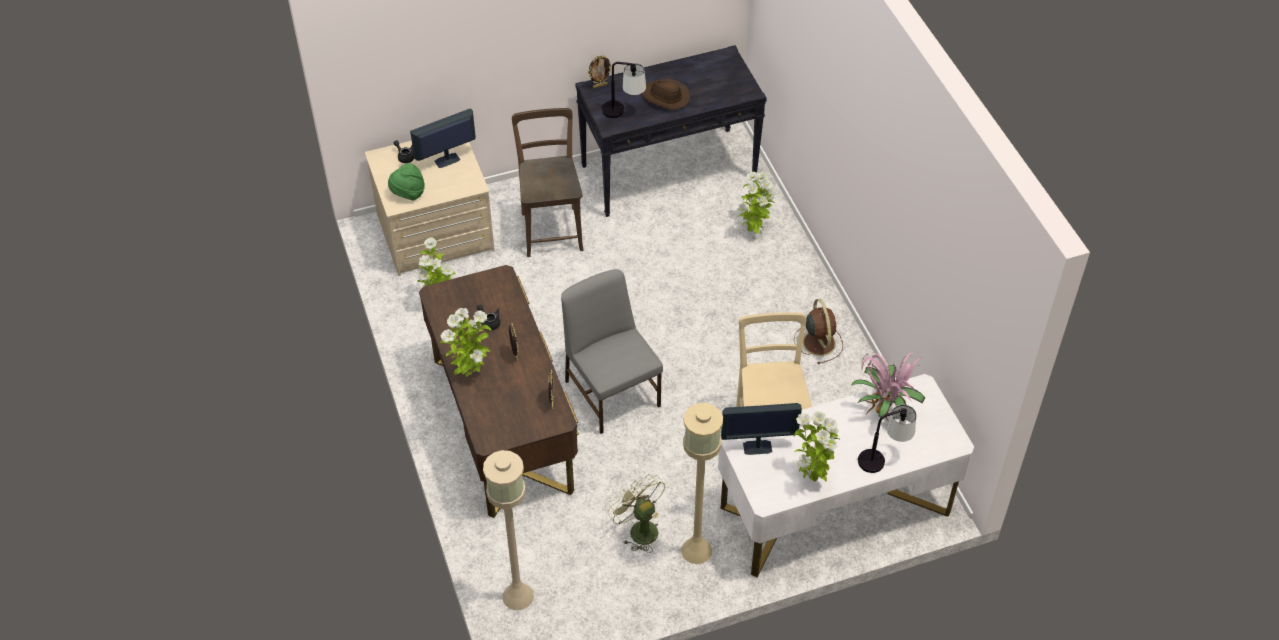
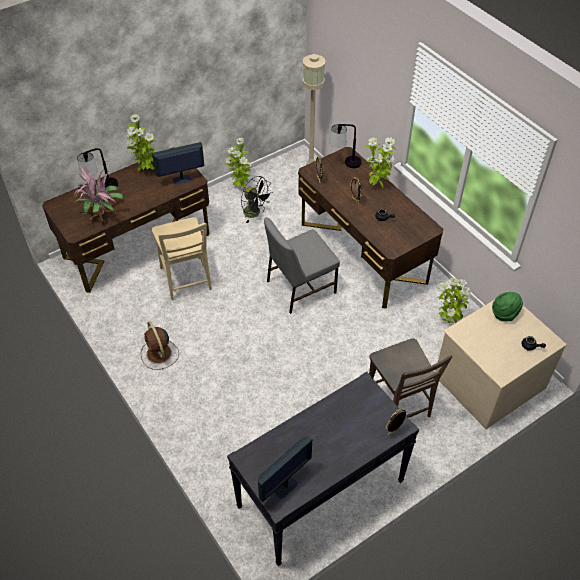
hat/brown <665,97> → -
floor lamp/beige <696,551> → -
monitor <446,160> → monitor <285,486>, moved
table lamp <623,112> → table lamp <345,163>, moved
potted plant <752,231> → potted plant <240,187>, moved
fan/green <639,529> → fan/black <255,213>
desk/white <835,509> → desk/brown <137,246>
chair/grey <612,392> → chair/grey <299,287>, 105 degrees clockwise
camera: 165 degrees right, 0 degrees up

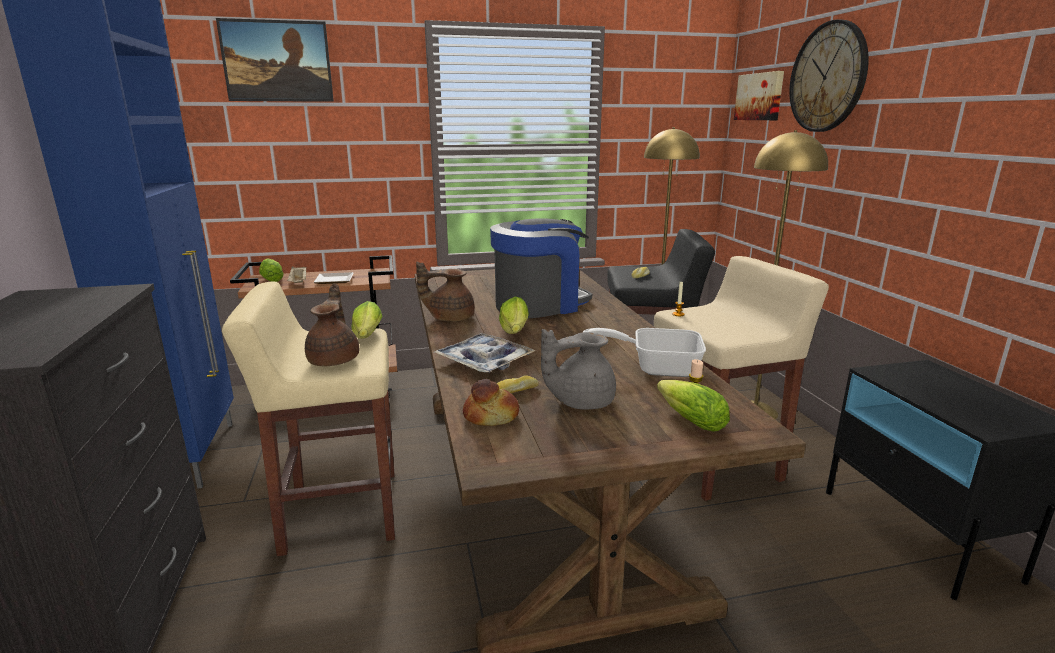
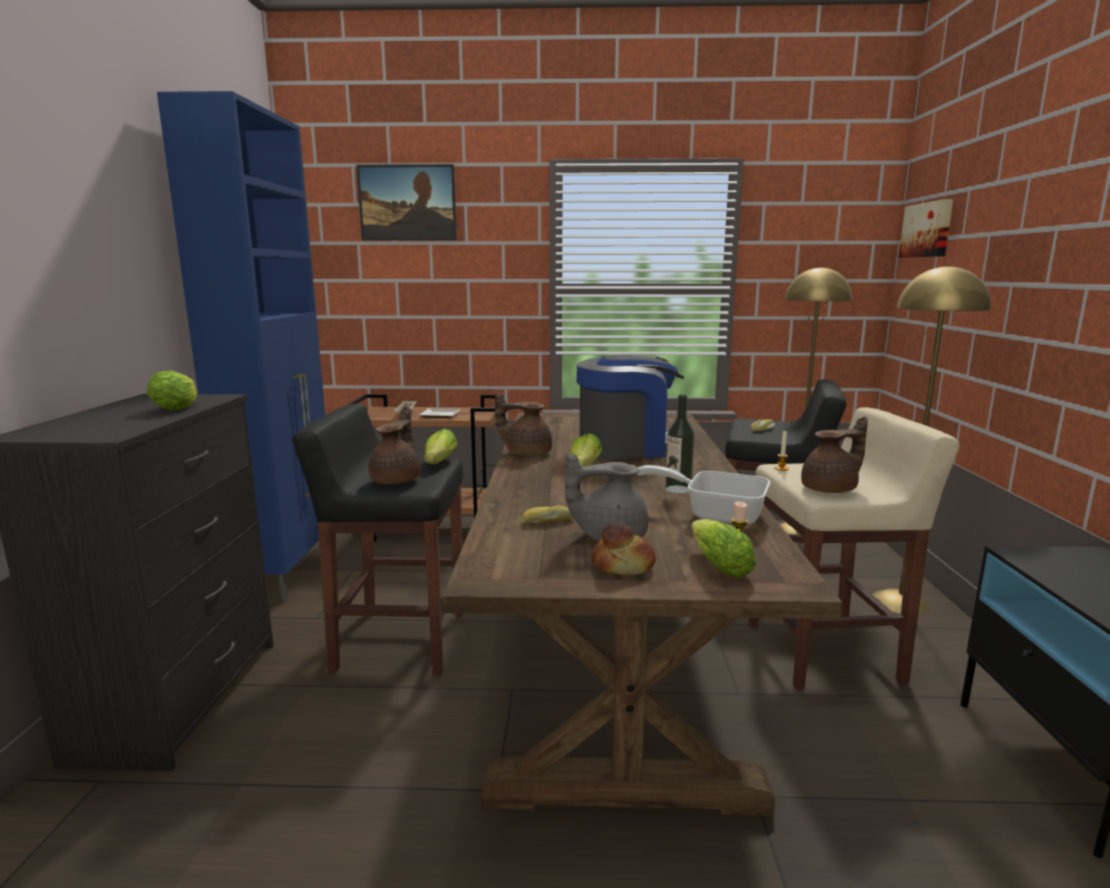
tray <484,361> → -
wall clock <828,77> → -
- → bottle <678,489>
- → teapot/brown <831,489>
lettuce <272,279> → lettuce <179,406>, moved
bread <491,417> → bread <623,566>, moved
stool/beige <339,511> → stool/black <398,640>
camera: 15 degrees right, 5 degrees down

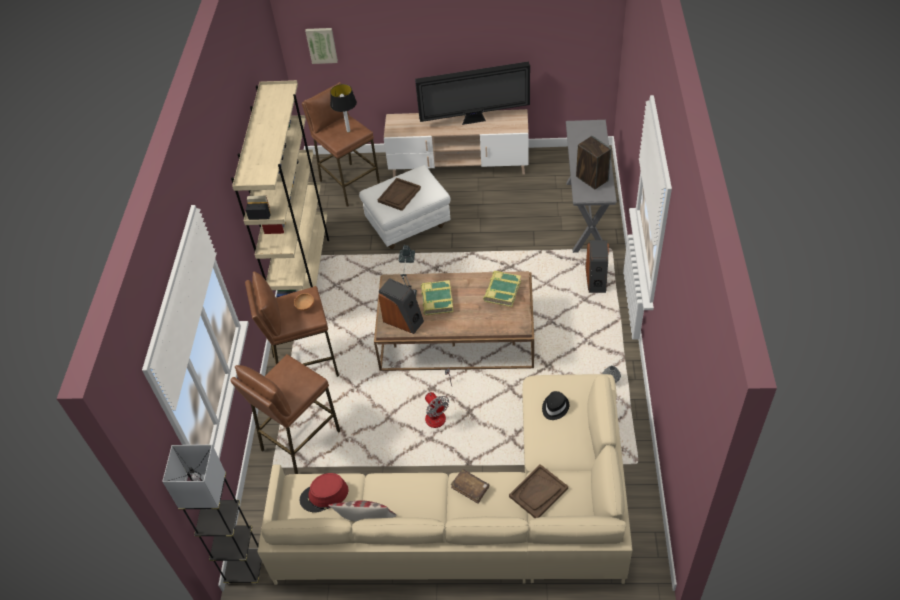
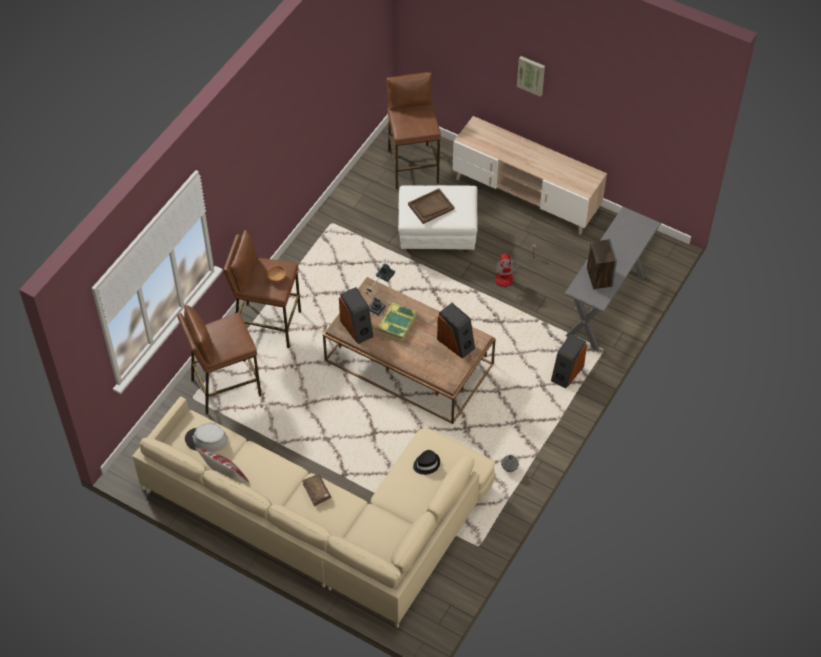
floor lamp/grey <244,568> → -
bookcase/beige <304,274> → -
table lamp <348,131> → -
television <475,120> → -
tray/brown <538,492> → -
picture <322,45> → picture <531,75>, moved
fan <438,413> → fan <509,275>, moved
book <502,291> → speaker <456,343>
hat/red <324,495> → hat/grey <206,440>
camera: 25 degrees right, 5 degrees up

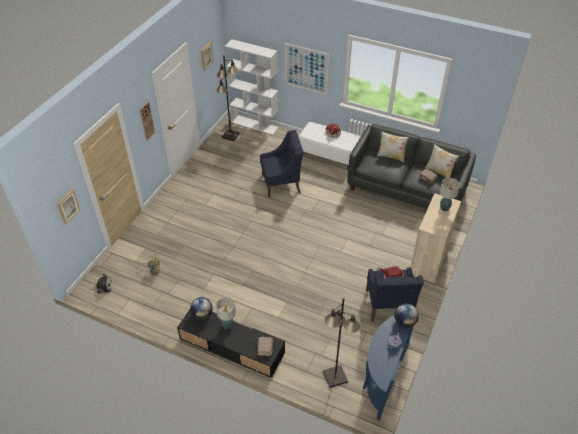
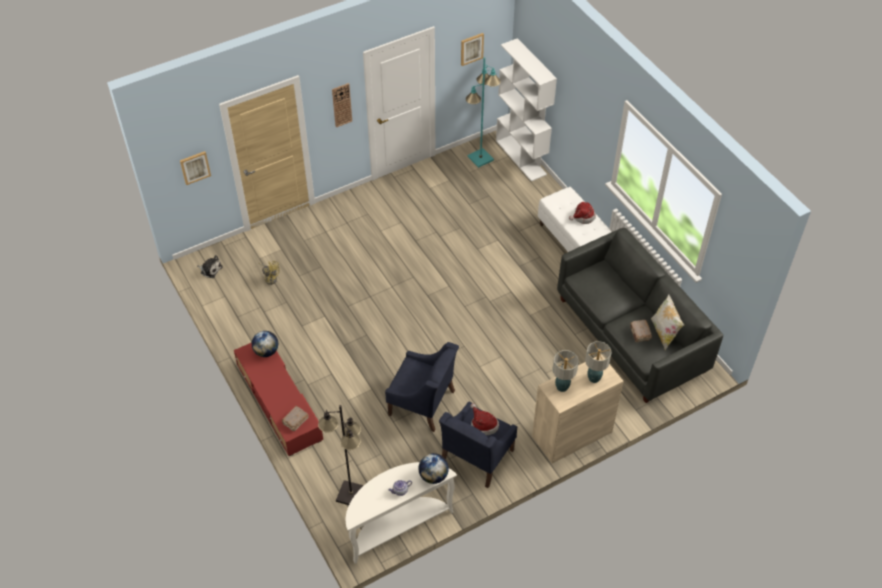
picture <306,69> → -
pillow <391,156> → -
table lamp <228,326> → table lamp <562,387>, moved
armchair/blue <281,183> → armchair/blue <422,403>, moved
tv stand/black <232,346> → tv stand/red <279,402>
floor lamp/black <230,136> → floor lamp/turquoise <480,158>
console table/blue <382,377> → console table/white <397,525>
camera: 35 degrees right, 5 degrees up

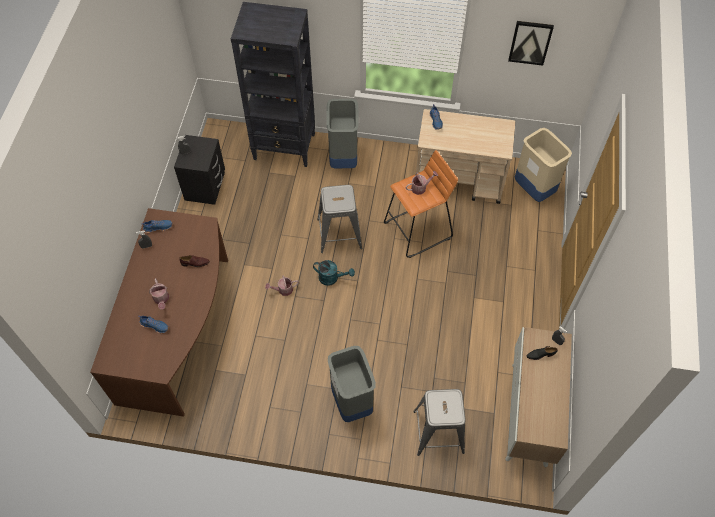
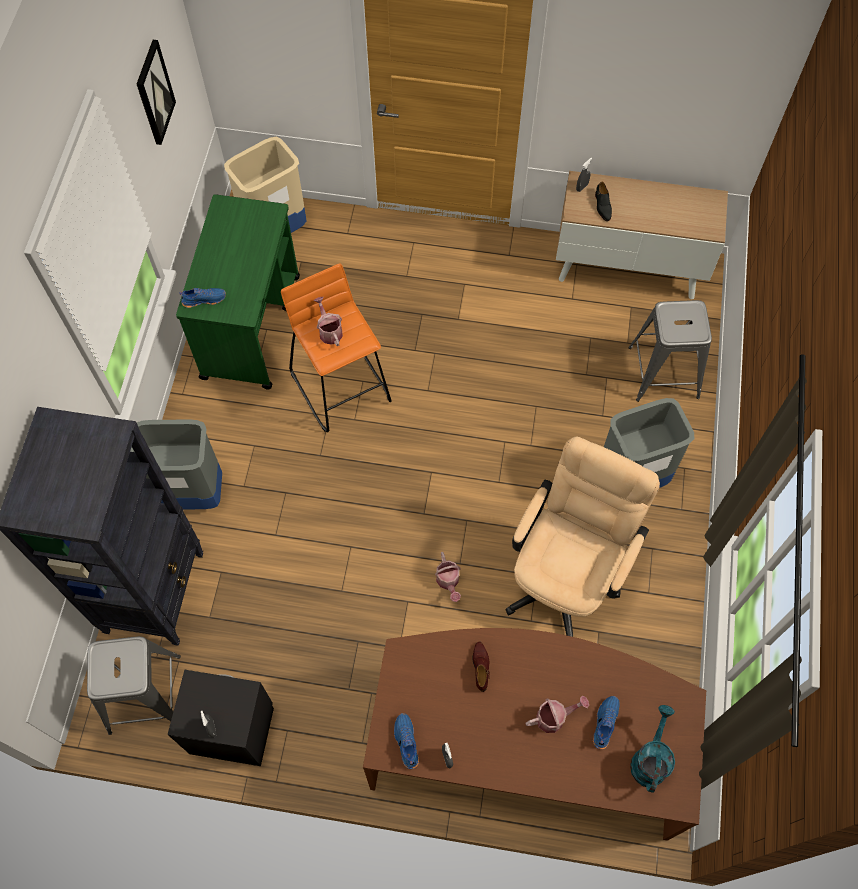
- → office chair/beige <566,575>
watering can/turquoise <332,278> → watering can/turquoise <649,759>, moved
stool/grey <339,233> → stool/grey <145,694>, moved
cart/beige <459,181> → cart/green <251,326>
camera: 90 degrees left, 5 degrees up

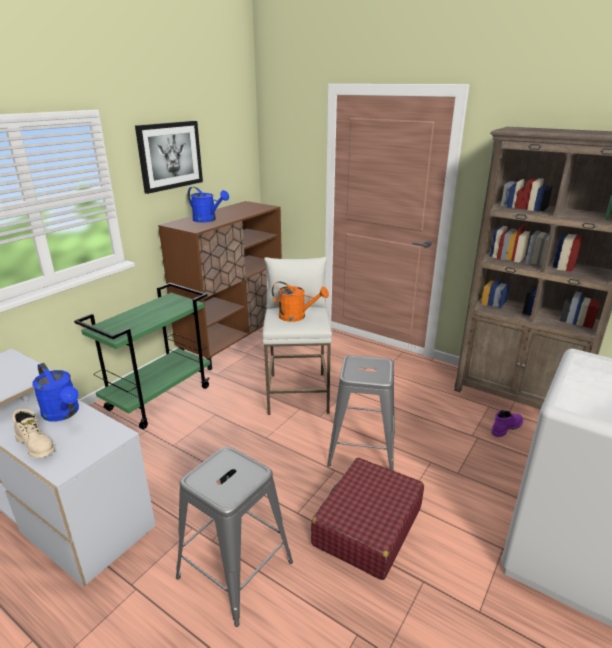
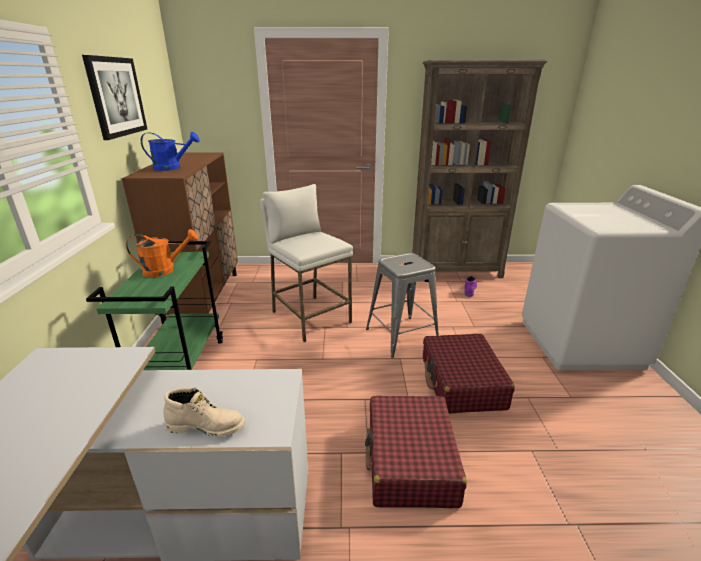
watering can/blue <63,414> → -
watering can/orange <297,317> → watering can/orange <165,270>, moved
stool/grey <235,569> → suitcase/red <410,461>
camera: 35 degrees left, 0 degrees up

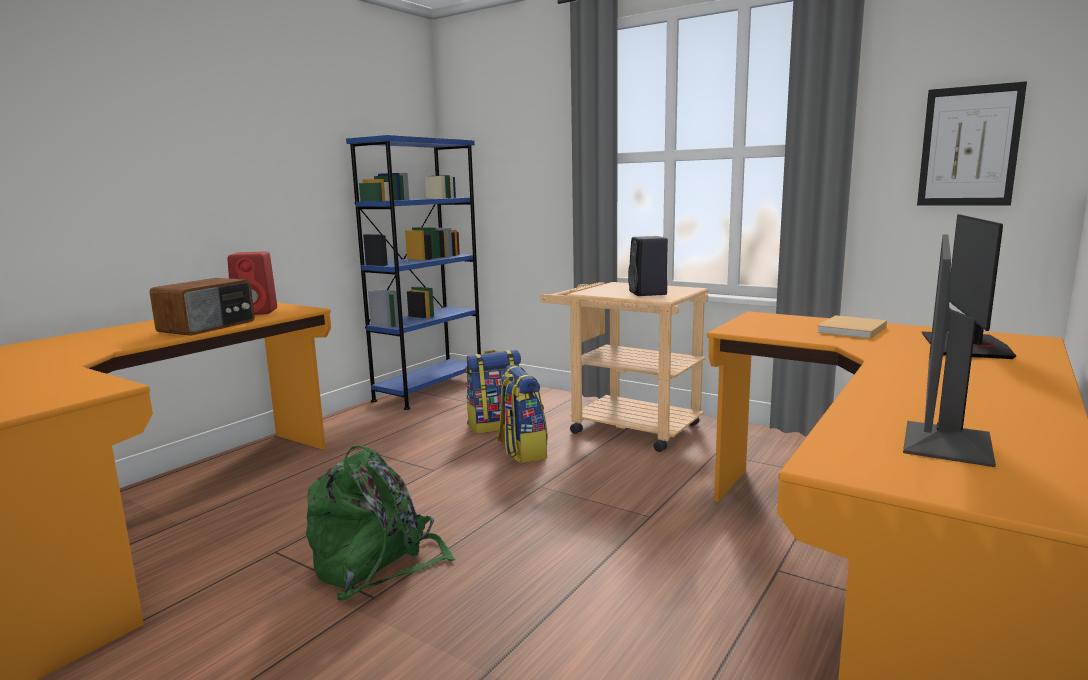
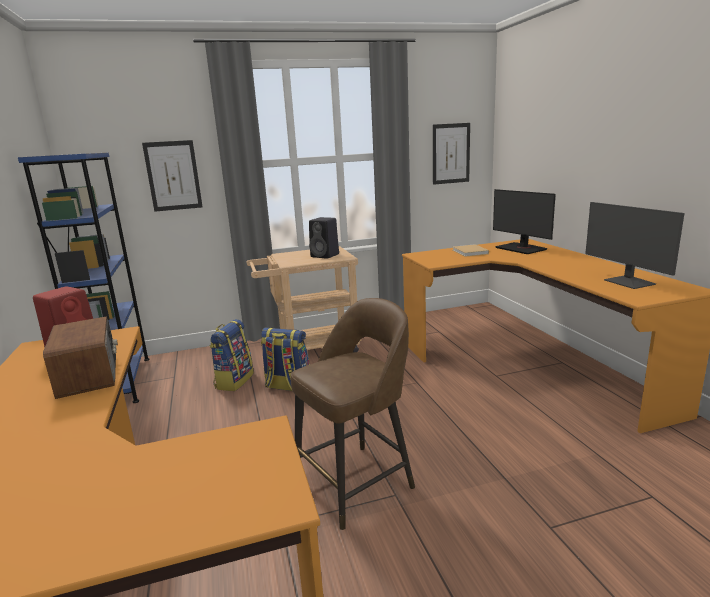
- → picture <173,176>
backpack/green <377,563> → stool/brown <357,482>
camera: 50 degrees left, 5 degrees up

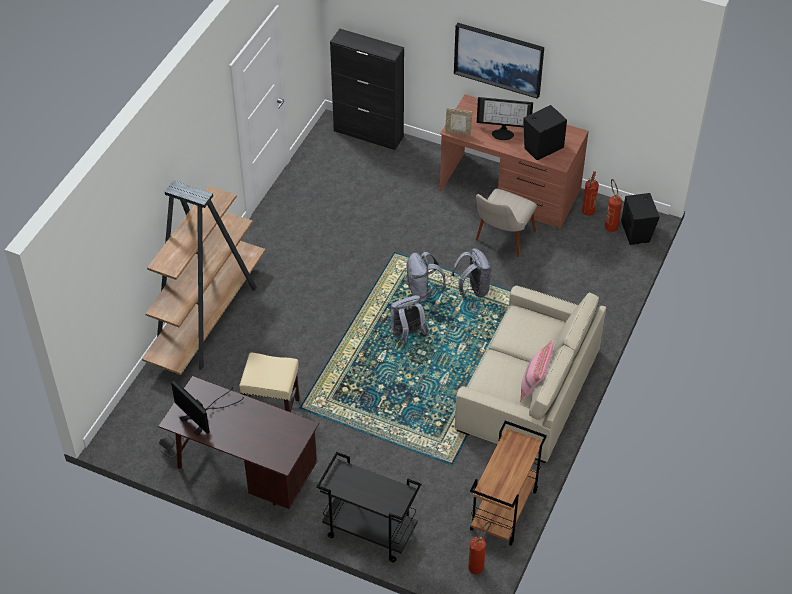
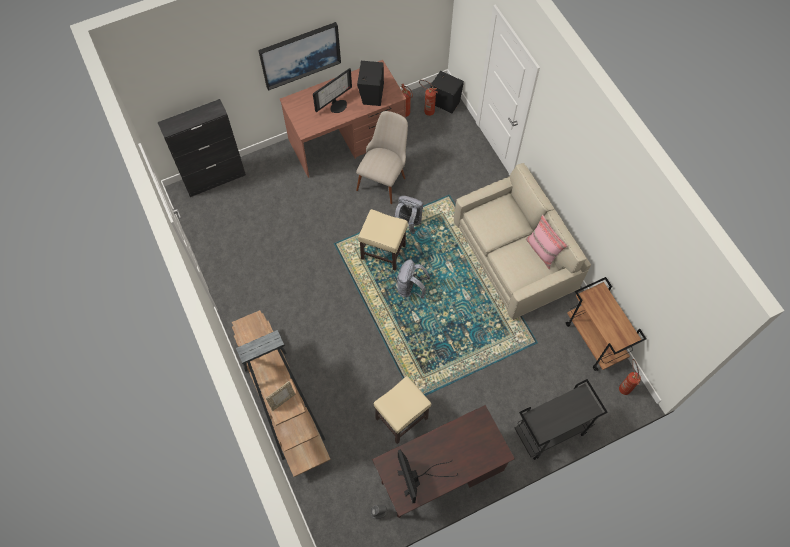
picture frame <458,132> → picture frame <282,400>, moved
backpack/grey <423,292> → stool/beige <384,252>
monitor <203,417> → monitor <417,478>, 75 degrees clockwise
chair/beige <501,242> → chair/beige <384,177>, 135 degrees counterclockwise
camera: 50 degrees left, 15 degrees up

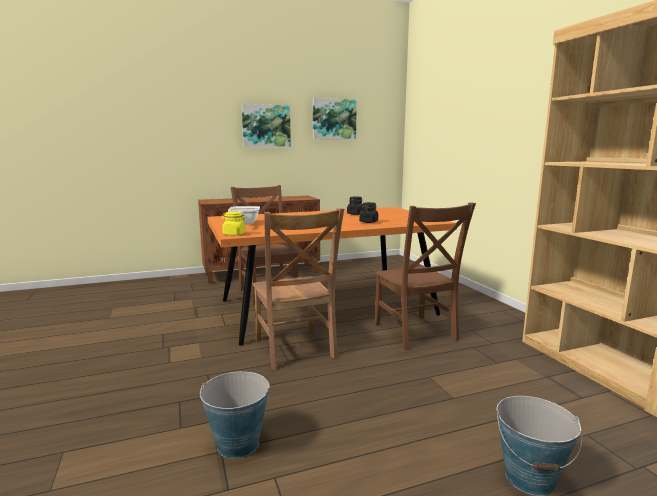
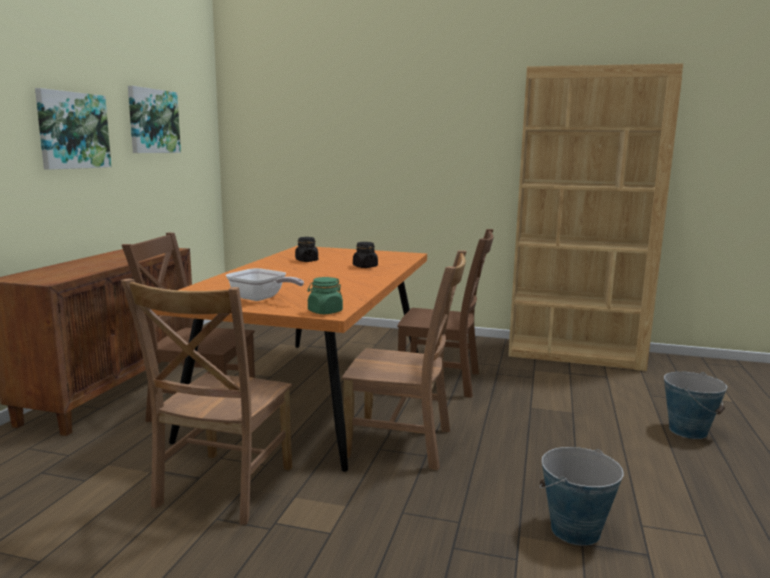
- → chair/brown <222,489>
jar/yellow <234,234> → jar/green <325,312>
camera: 55 degrees left, 0 degrees up

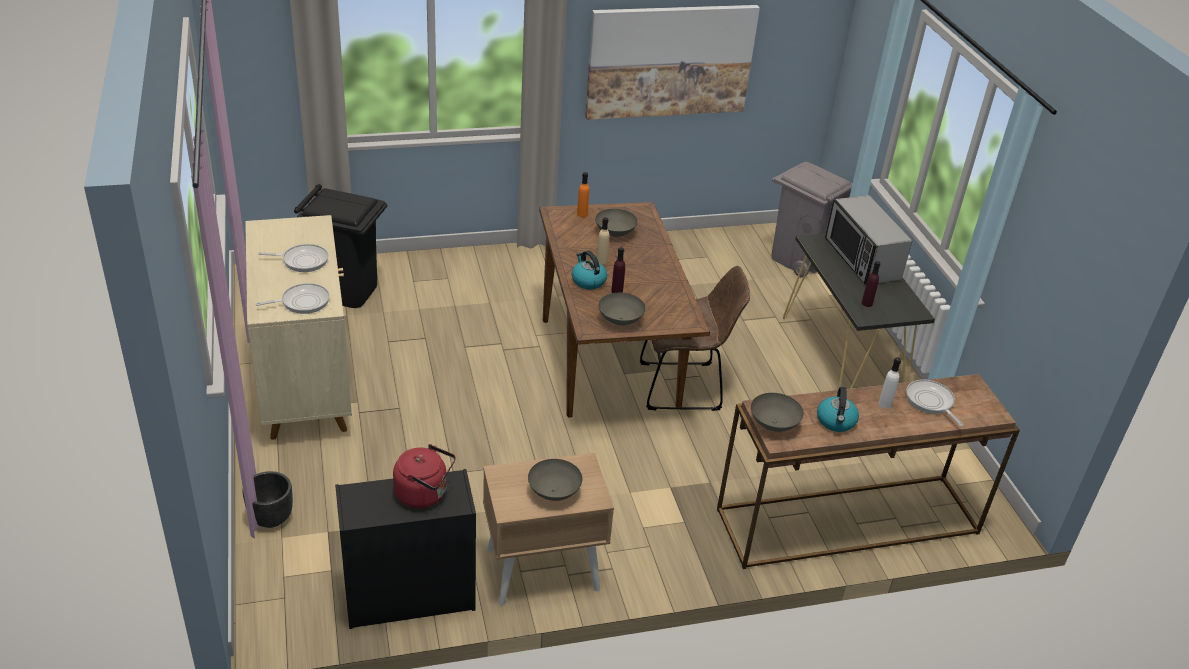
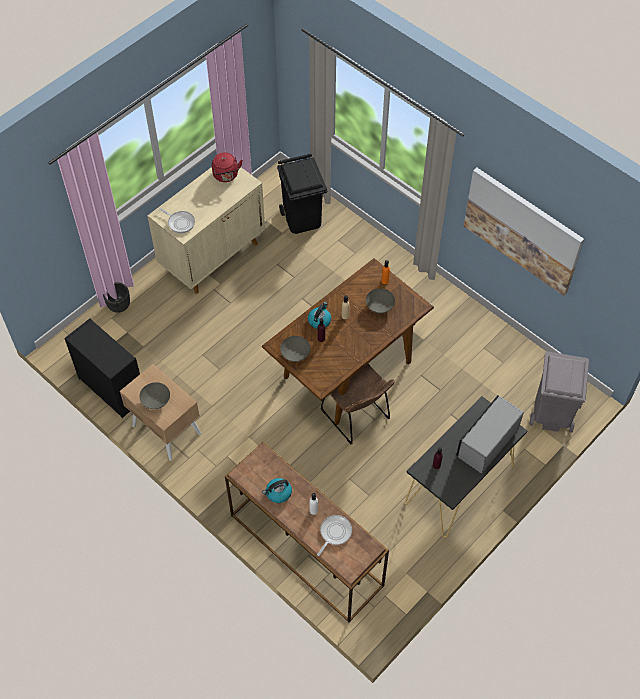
frying pan <302,261> → -
bowl/grey <774,424> → -
kettle/red <424,494> → kettle/red <226,176>, moved
camera: 60 degrees right, 20 degrees up

